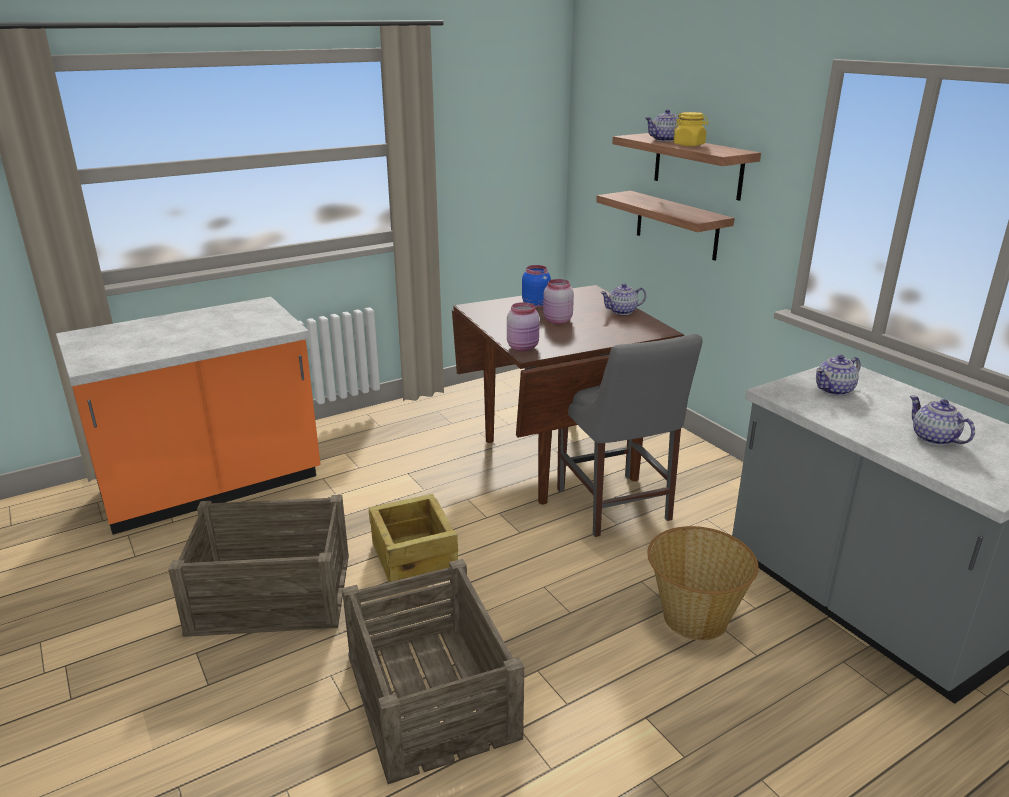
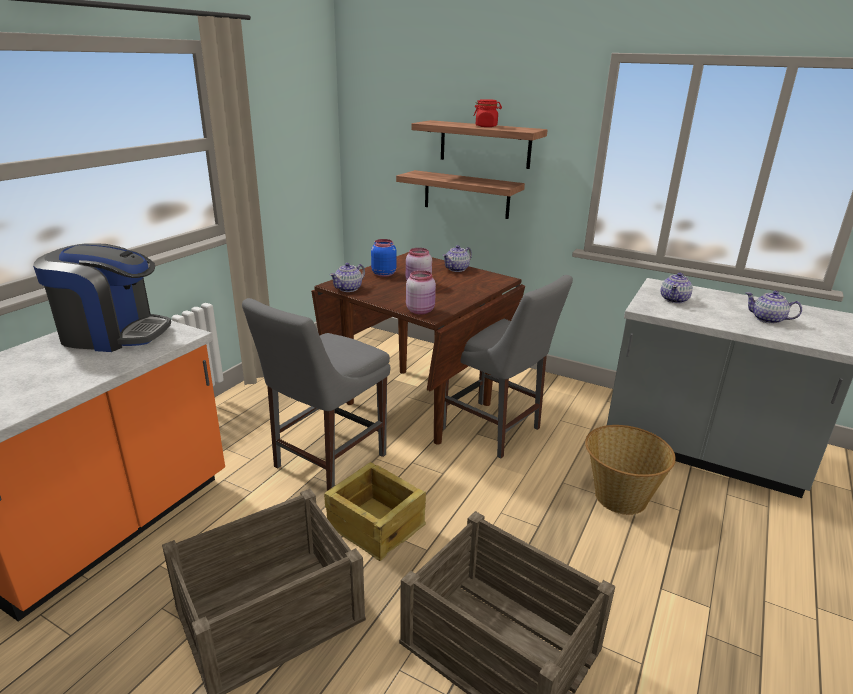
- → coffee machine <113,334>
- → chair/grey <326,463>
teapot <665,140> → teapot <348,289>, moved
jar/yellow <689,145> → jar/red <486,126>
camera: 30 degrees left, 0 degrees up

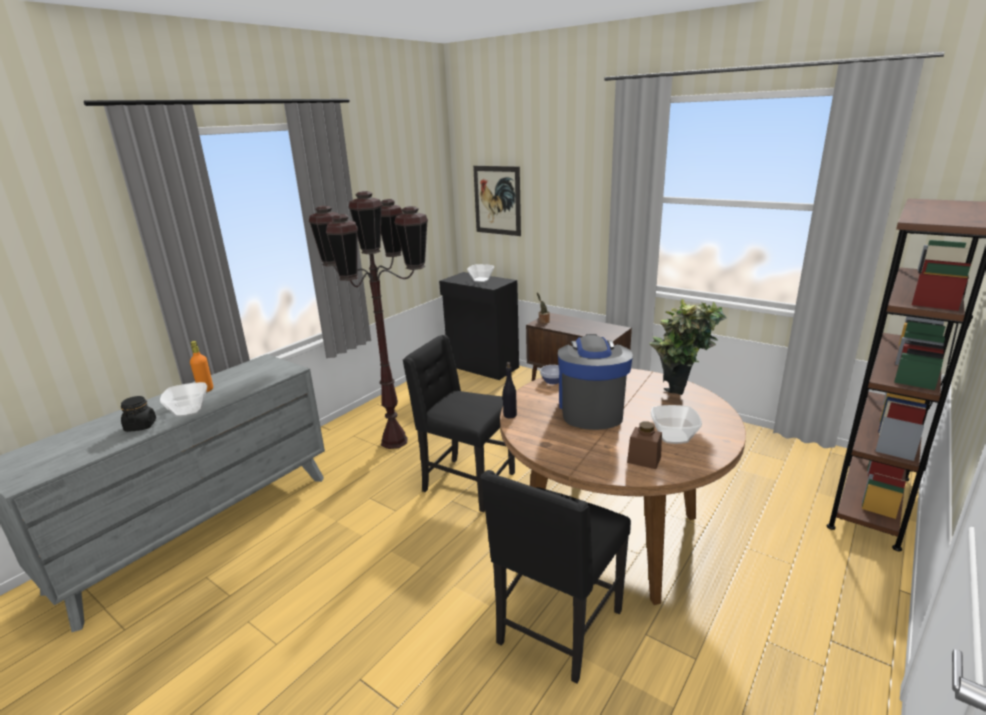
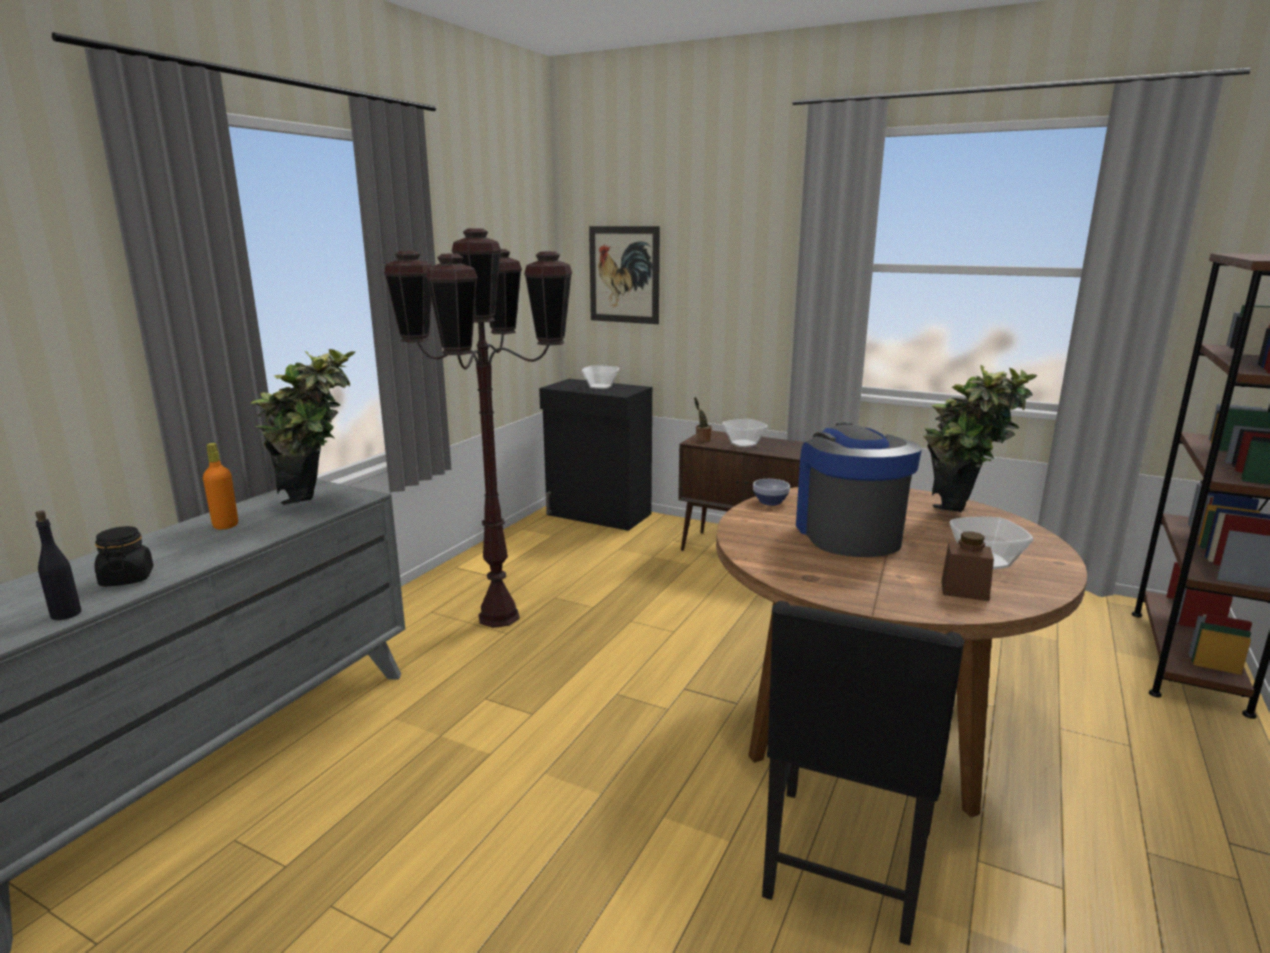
chair/black <466,483> → -
- → potted plant <320,505>
bowl <189,411> → bowl <744,444>, moved
bottle/black <509,415> → bottle/black <66,614>, moved
camera: 10 degrees left, 5 degrees down

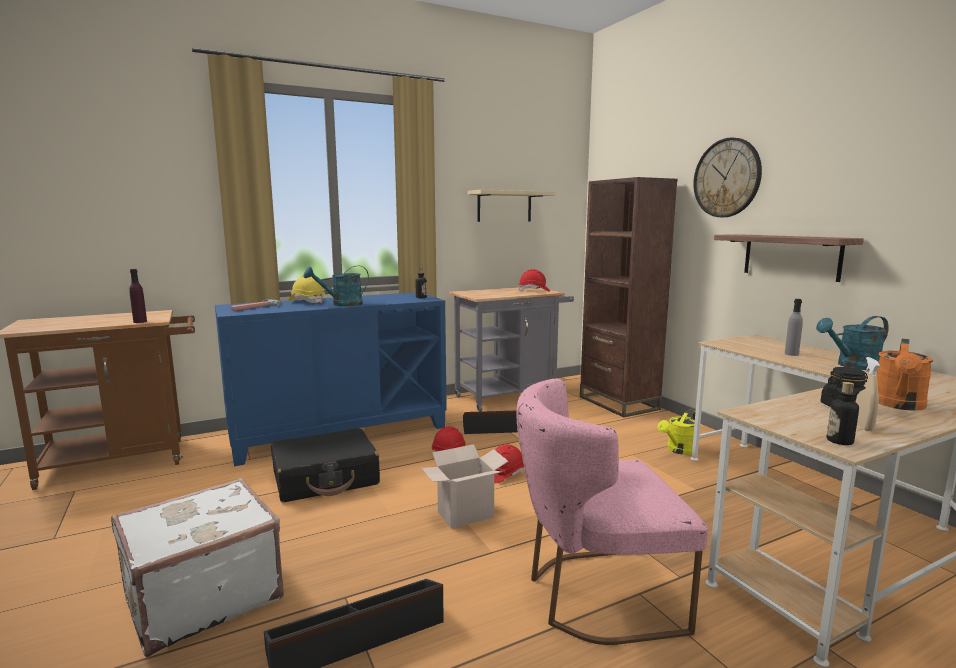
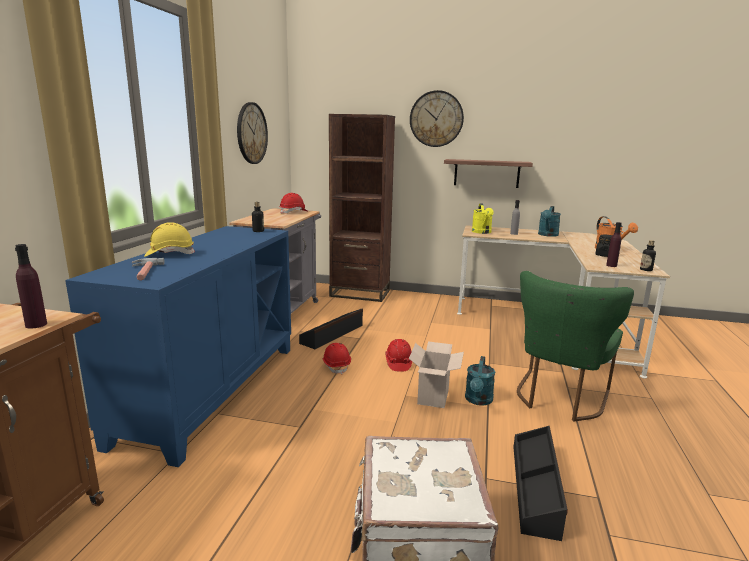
suitcase/black <326,478> → -
spray bottle/beige <863,427> → -
- → bottle/purple <611,265>
watering can/turquoise <341,304> → watering can/turquoise <478,401>, moved
watering can/yellow <678,450> → watering can/yellow <482,232>, moved
shelf/beige <504,206> → wall clock <251,133>
chair/pink <594,595> → chair/green <559,398>
camera: 50 degrees left, 5 degrees up

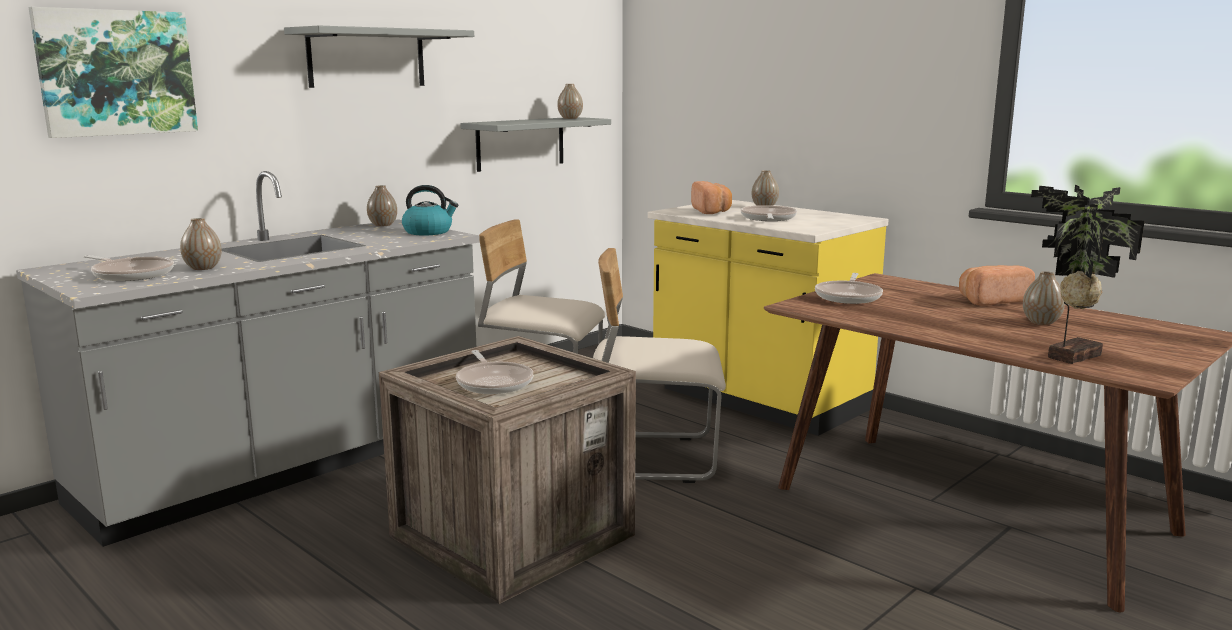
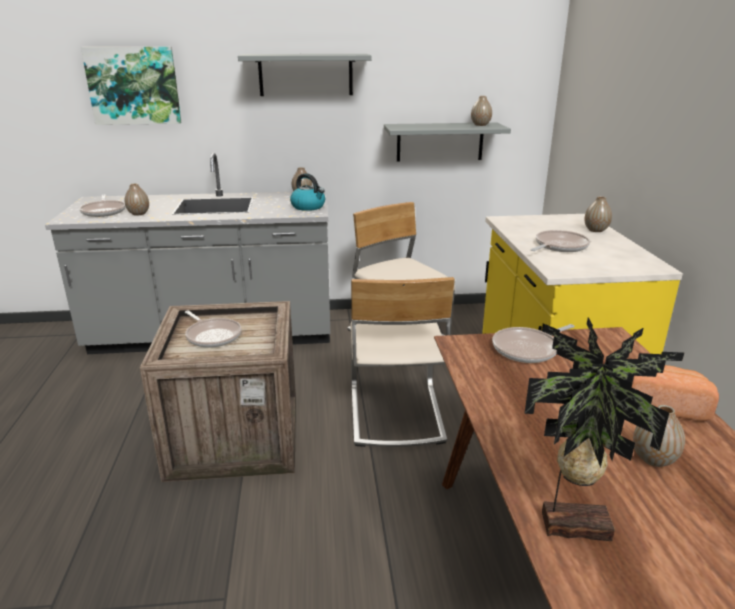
bread <712,211> → -
frying pan <494,382> → frying pan <212,335>, 60 degrees counterclockwise
chair/beige <648,458> → chair/beige <394,413>, 135 degrees counterclockwise
camera: 40 degrees right, 10 degrees up

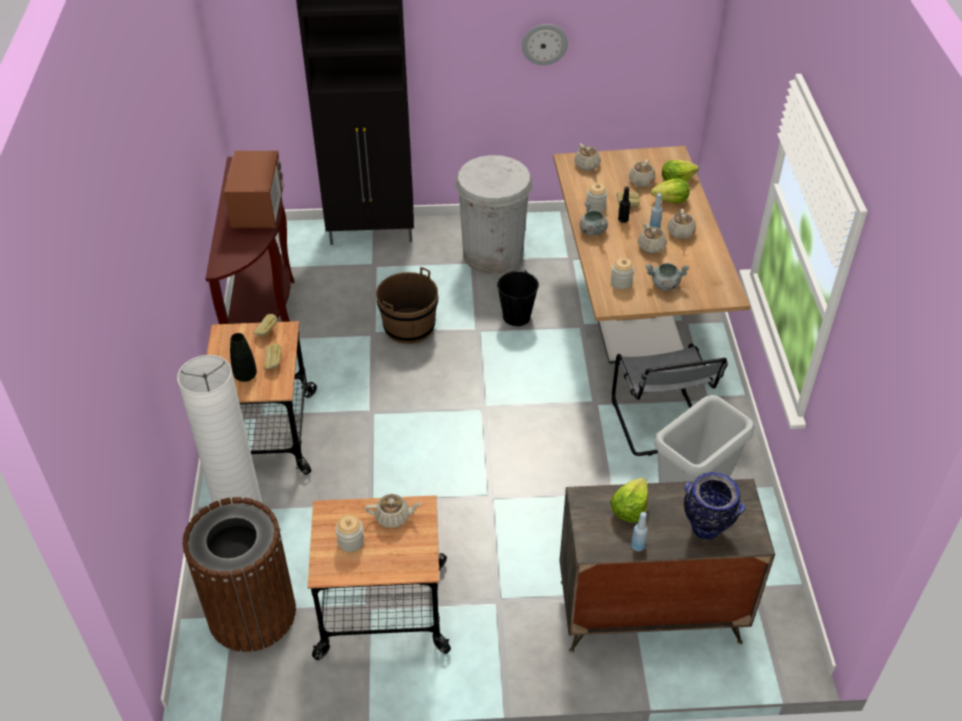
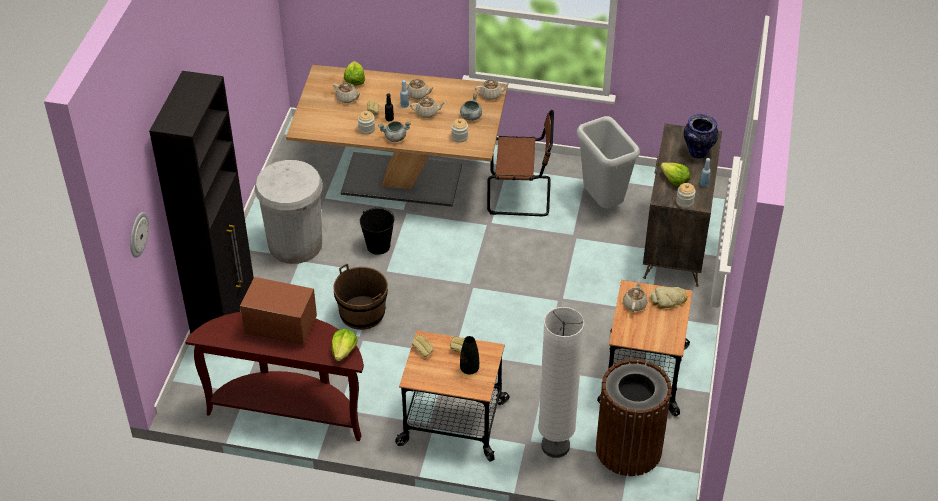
- → bread <668,300>
jar <351,541> → jar <684,202>, moved
wall clock <544,43> → wall clock <137,234>, moved
teapot/beige <587,165> → teapot/beige <491,95>, moved
lettuce <671,200> → lettuce <344,351>, moved
chair/grey <660,425> → chair/brown <522,195>
camera: 75 degrees left, 0 degrees up

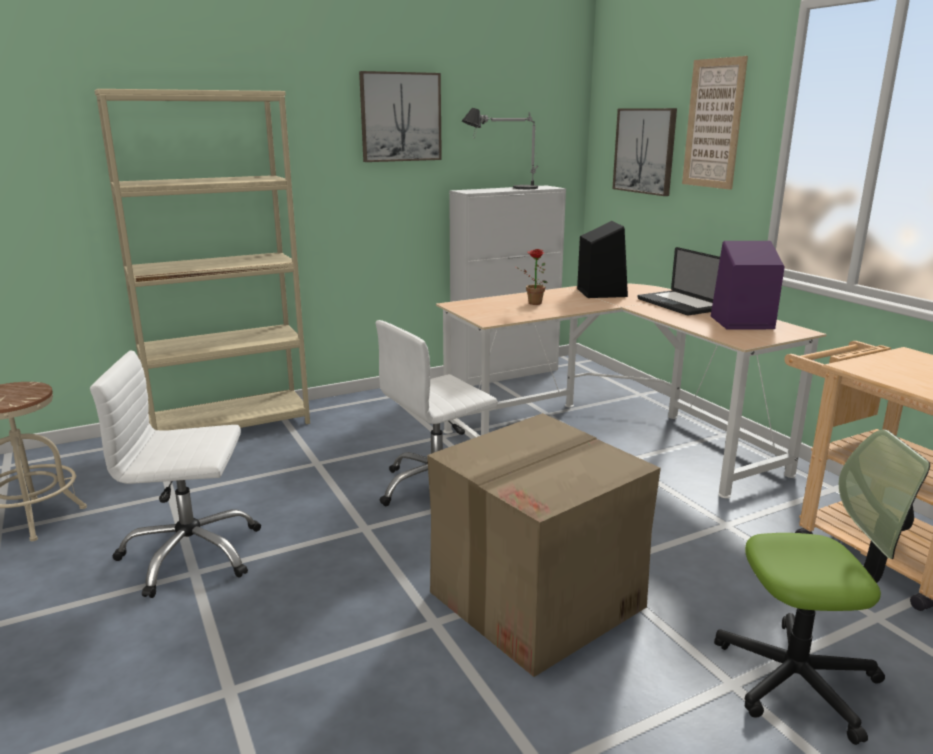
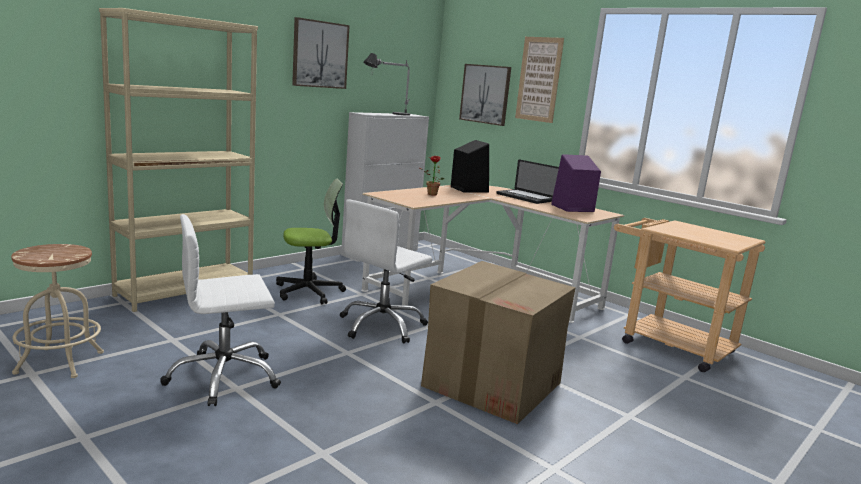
office chair <797,679> → office chair <309,292>, moved
camera: 20 degrees left, 5 degrees down

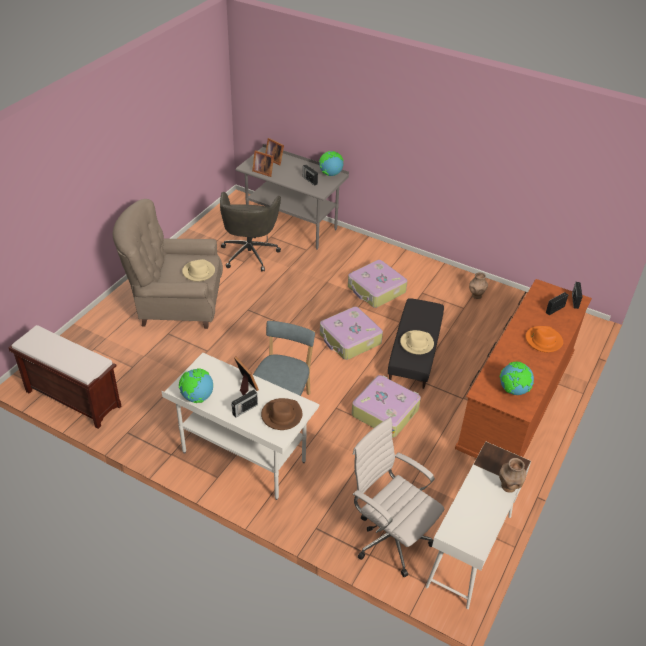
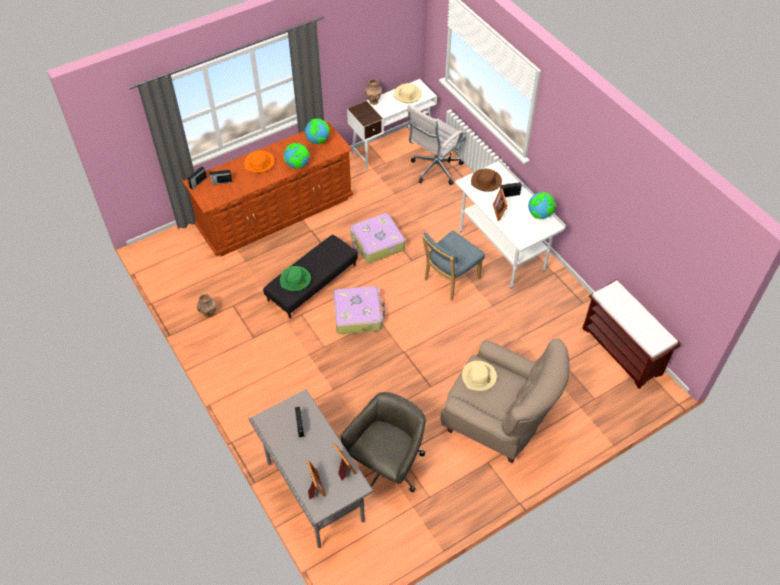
suitcase <376,290> → -
- → hat/green <295,280>
globe <330,174> → globe <298,165>, moved
hat/beige <416,344> → hat/beige <407,95>, moved
office chair/white <389,538> → office chair/white <434,170>, 60 degrees clockwise
camera: 150 degrees left, 10 degrees up

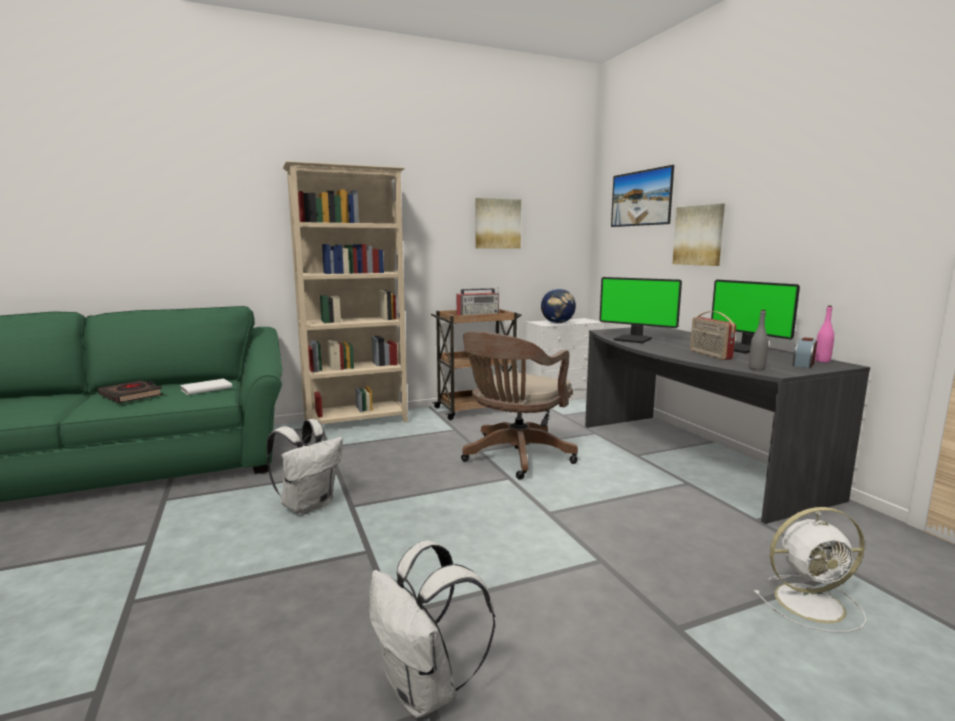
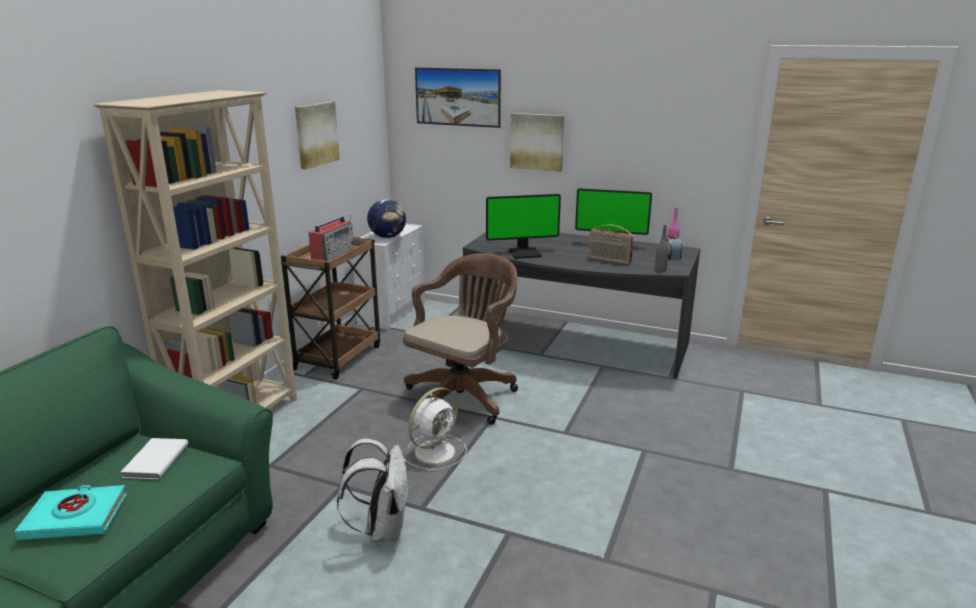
backpack/white <425,690> → -
fan/white <812,602> → fan/white <436,451>, moved
book/black <131,396> → book/turquoise <75,517>
office chair/brown <515,458> → office chair/brown <464,396>, 135 degrees counterclockwise
camera: 45 degrees left, 10 degrees up

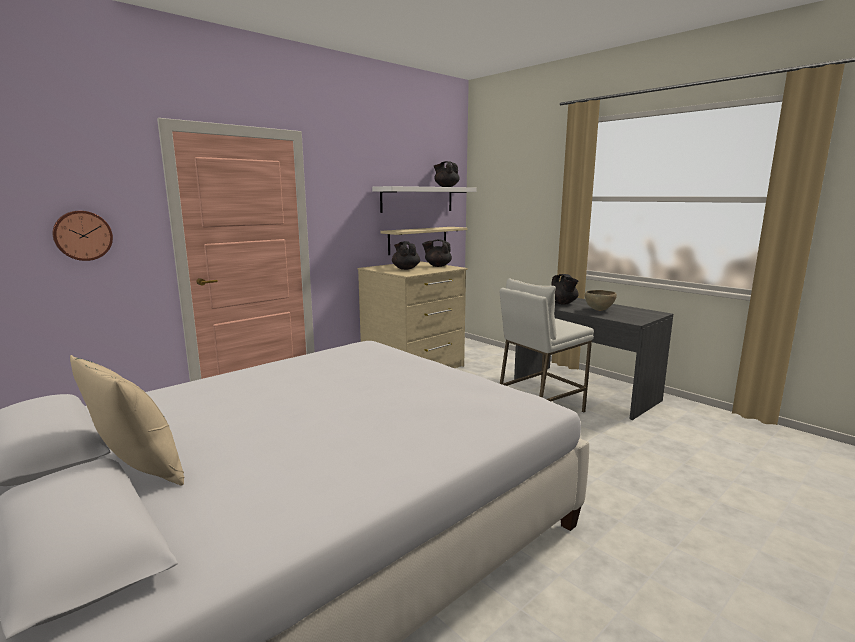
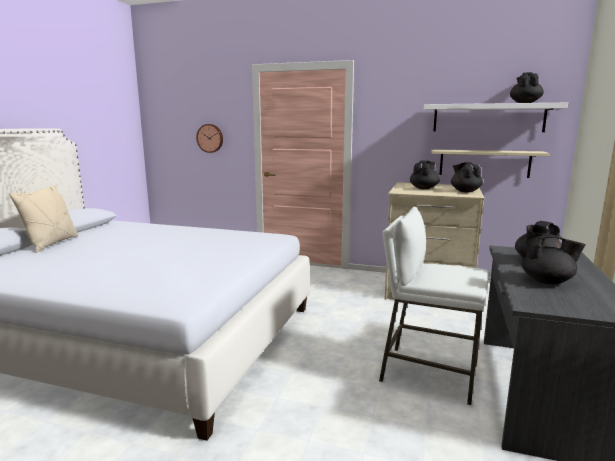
bowl/brown <599,310> → teapot/black <547,281>
camera: 60 degrees right, 0 degrees up

